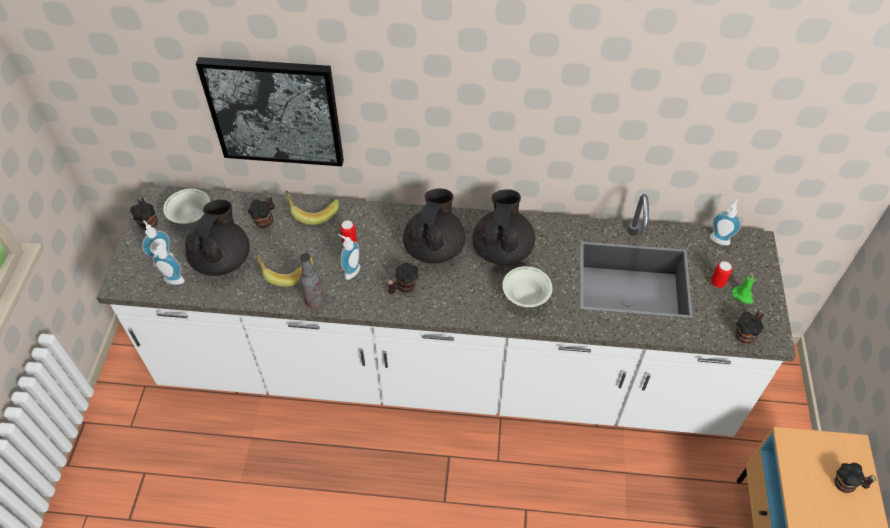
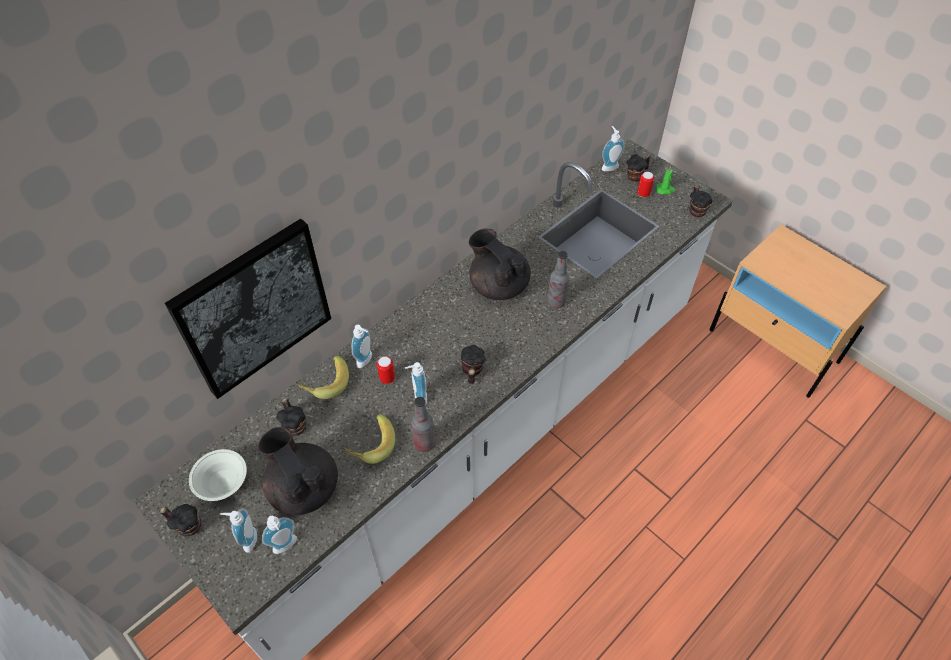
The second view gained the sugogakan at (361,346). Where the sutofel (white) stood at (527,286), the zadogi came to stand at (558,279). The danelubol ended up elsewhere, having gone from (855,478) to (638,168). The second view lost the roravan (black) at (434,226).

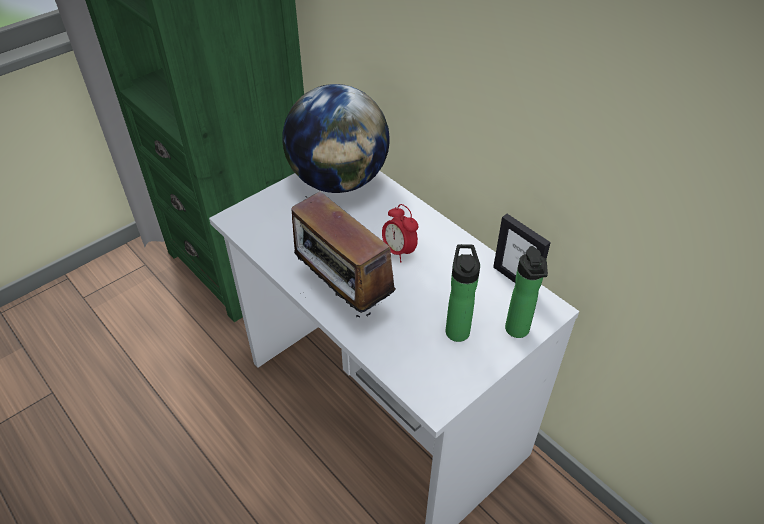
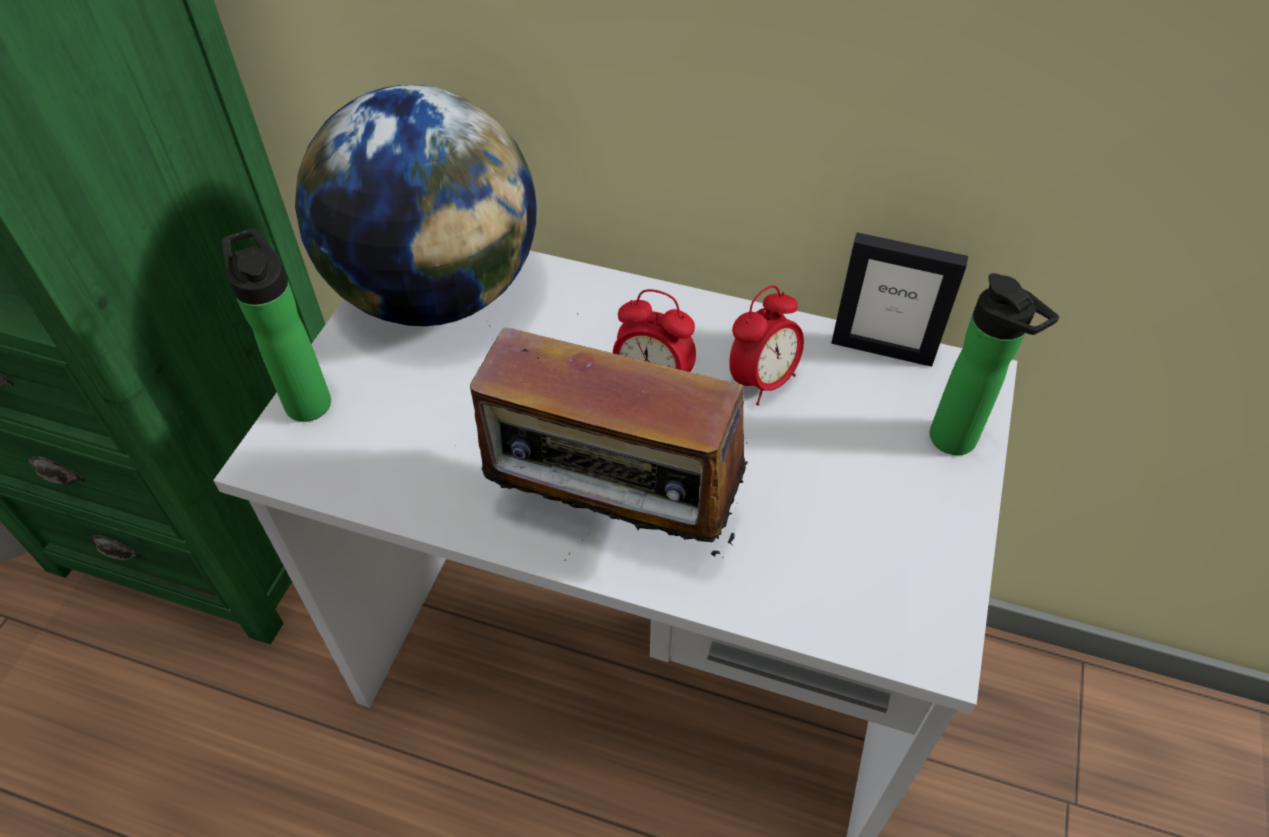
The zadogi ended up elsewhere, having gone from (463,293) to (276,325). The second view gained the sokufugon at (766,345).

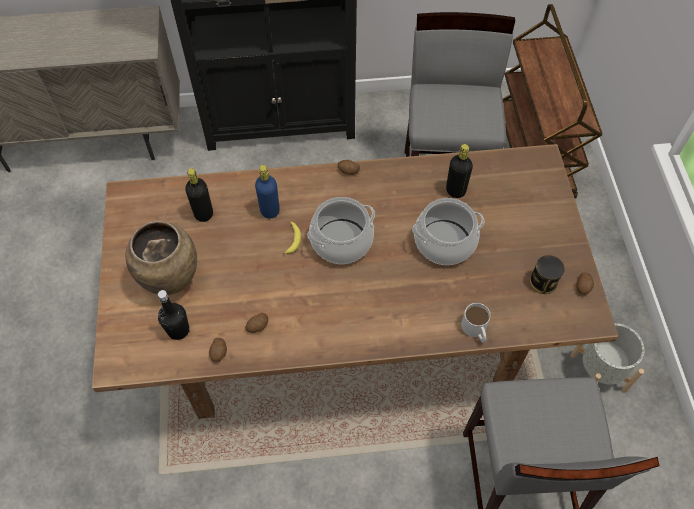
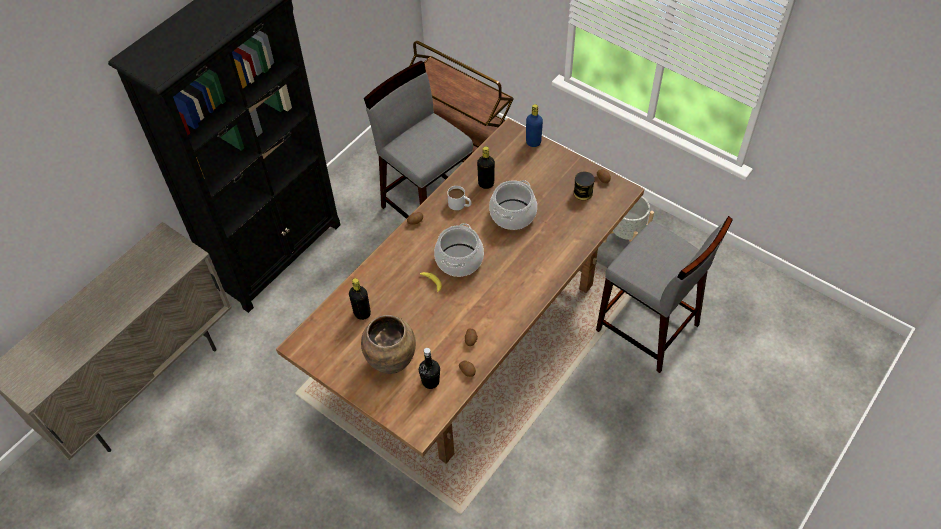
The danelubol (white) ended up elsewhere, having gone from (476,323) to (459,198). The zadogi (blue) ended up elsewhere, having gone from (267,192) to (534,125).

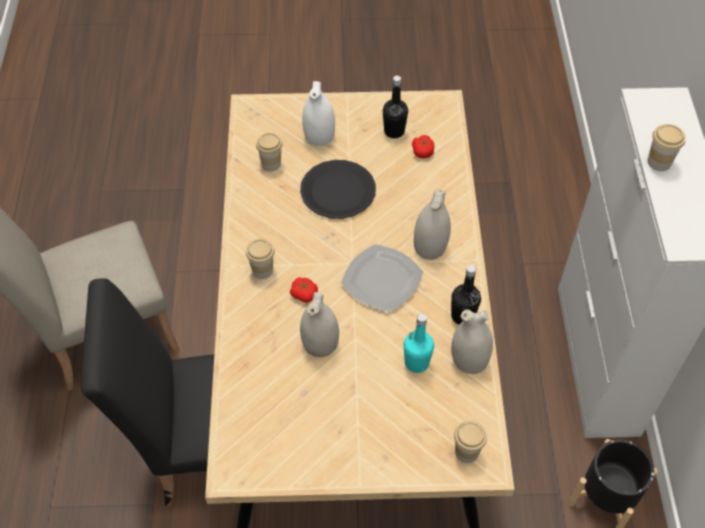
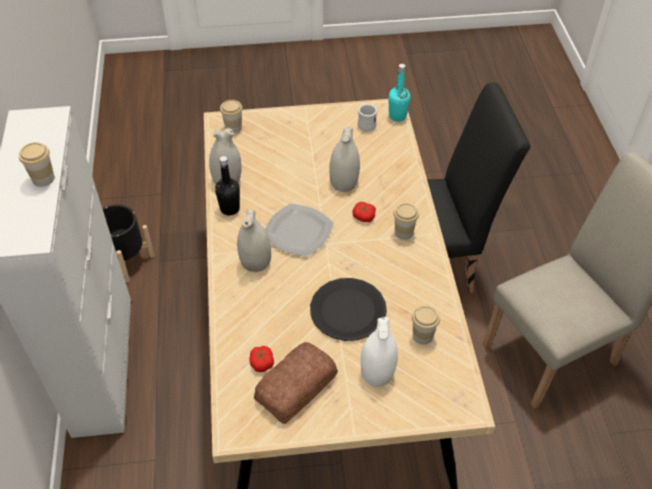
Where the zadogi (black) stood at (395,107), the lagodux came to stand at (296,383). The second view gained the danelubol (white) at (367,117). The zadogi (turquoise) ended up elsewhere, having gone from (419,343) to (399,93).

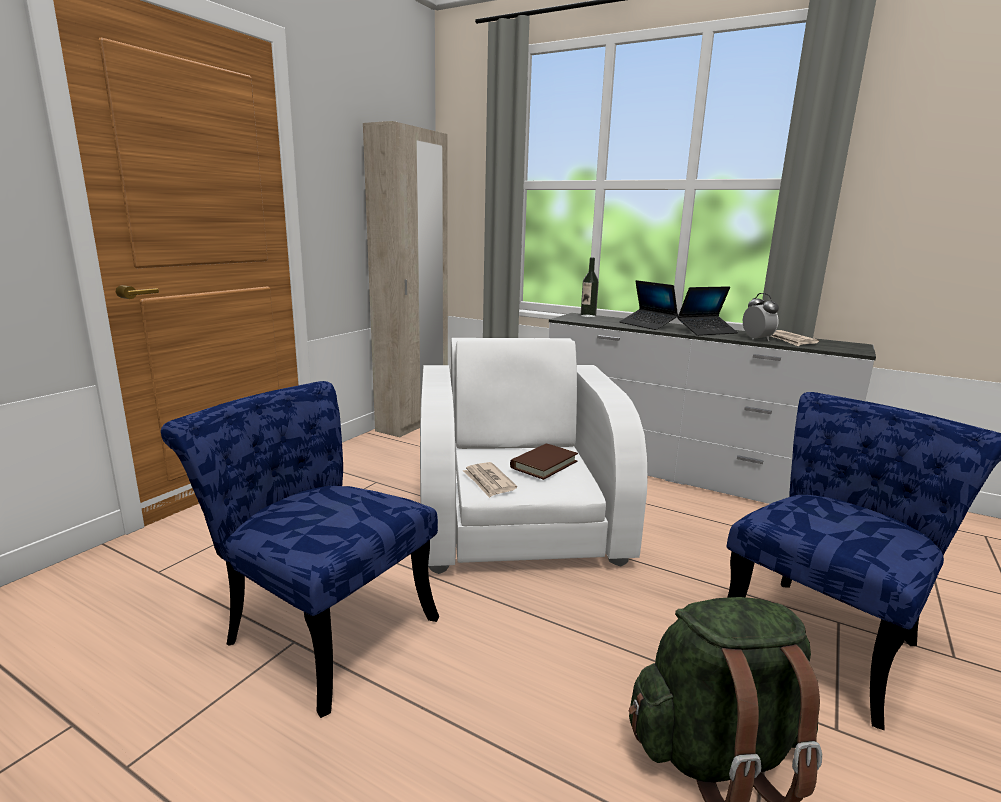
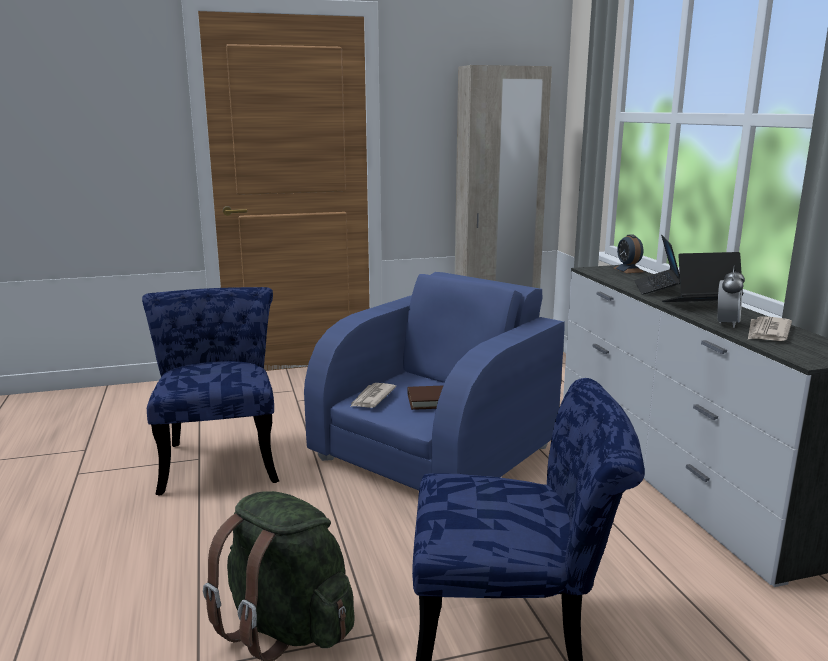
What was the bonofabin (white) at (534,456) turned into the bonofabin (blue) at (434,381). Where the zadogi stood at (590,287), the sokufugon came to stand at (629,253). The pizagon at (707,311) ended up facing another way, 150 degrees clockwise from before.

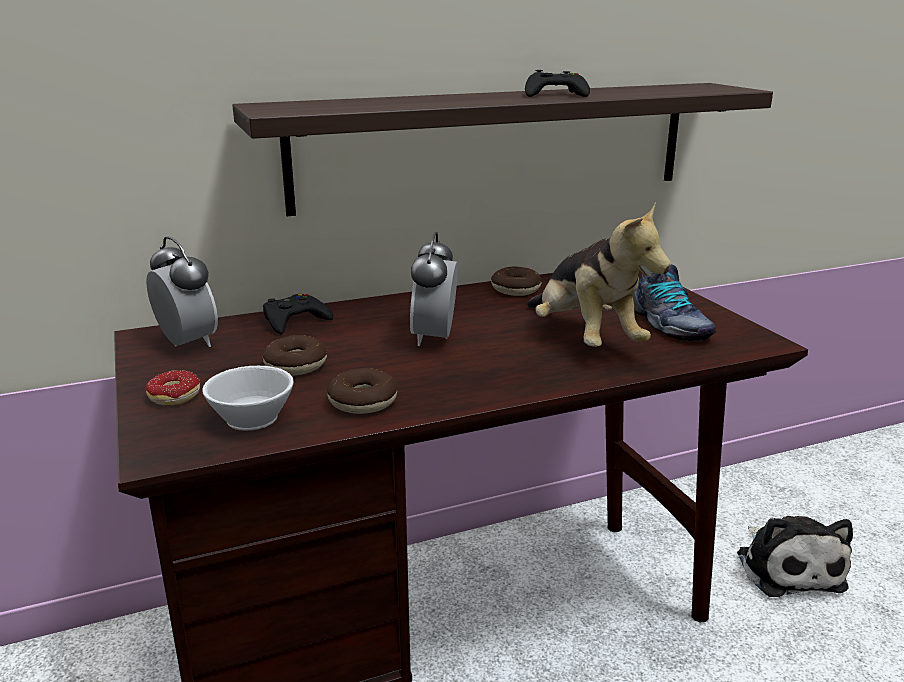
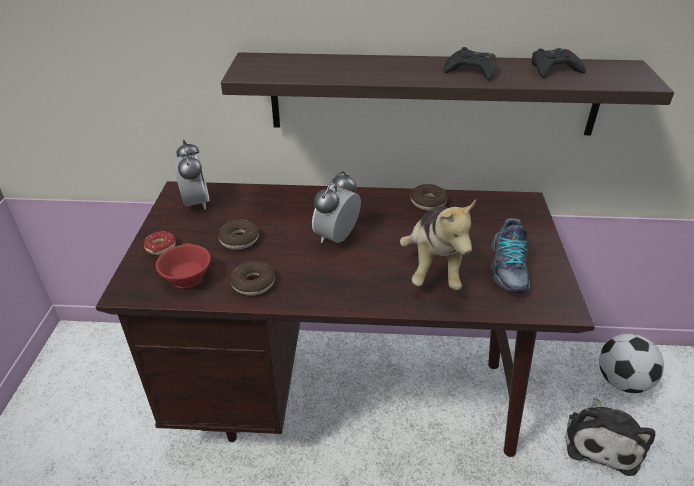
What was the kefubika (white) at (248,398) turned into the kefubika (red) at (183,265). The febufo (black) ended up elsewhere, having gone from (298,314) to (558,63). The second view gained the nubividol at (631,363).

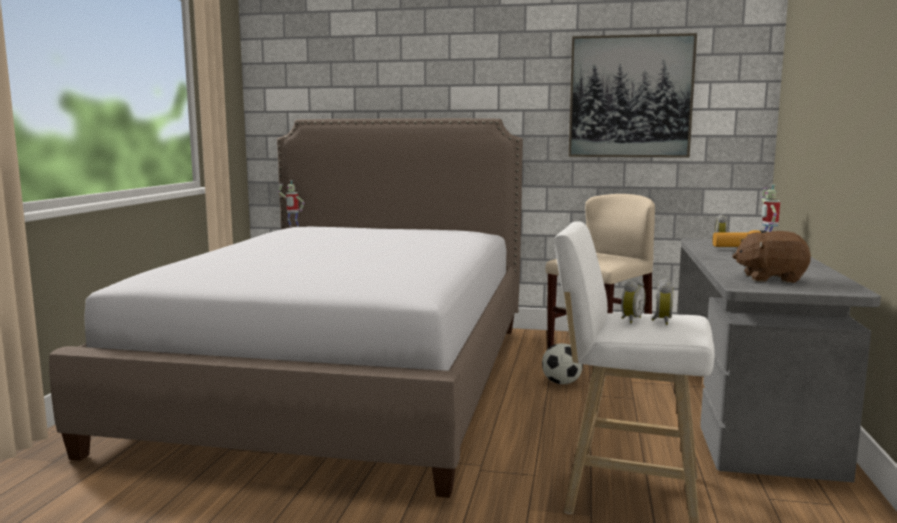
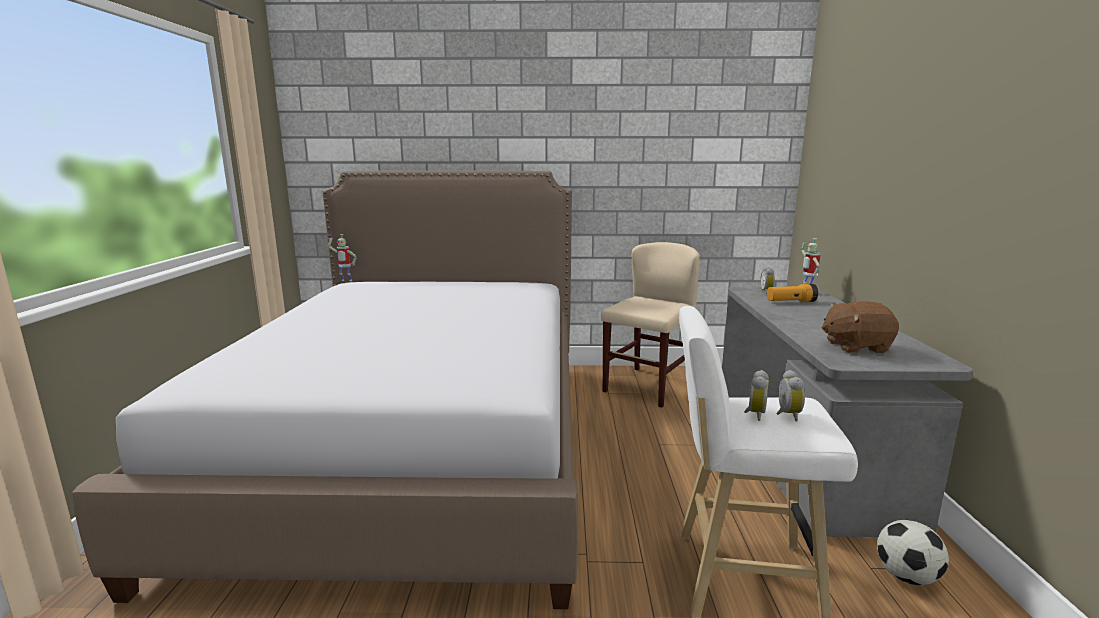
The nubividol ended up elsewhere, having gone from (562,363) to (913,552). The second view lost the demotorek at (633,95).

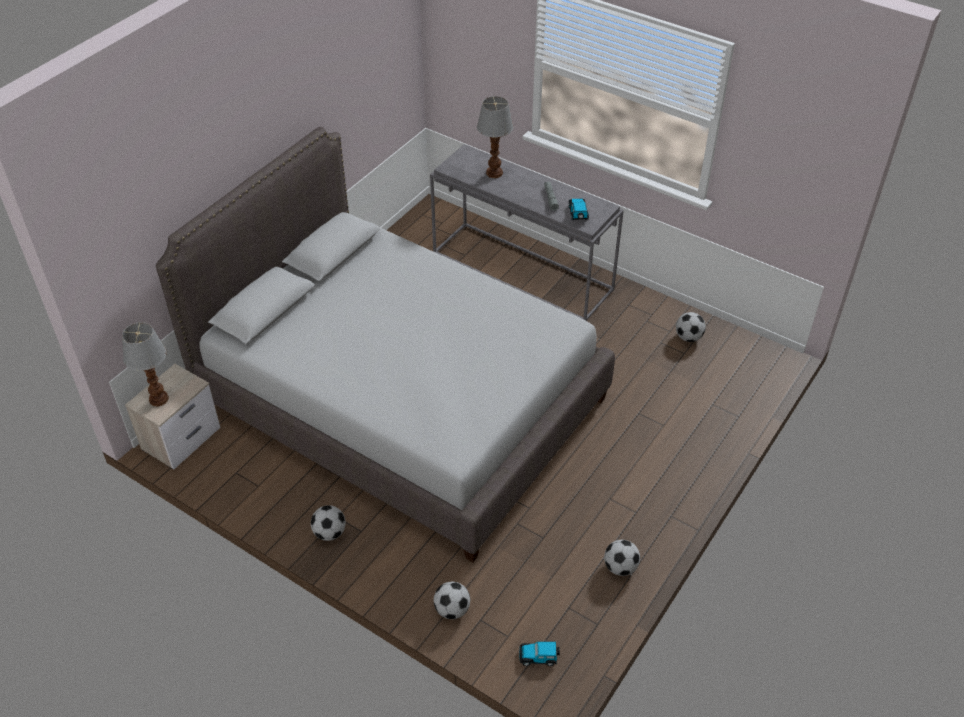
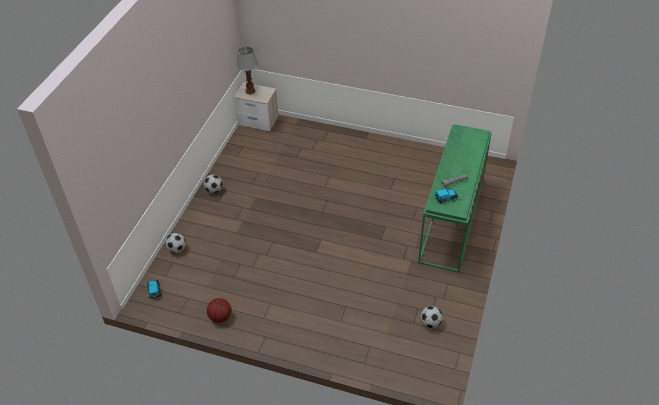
Where the nubividol stood at (622,558), the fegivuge came to stand at (219,310). What was the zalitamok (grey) at (527,232) turned into the zalitamok (green) at (455,198). The second view lost the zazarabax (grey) at (385,344). The second view lost the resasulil at (495,137).

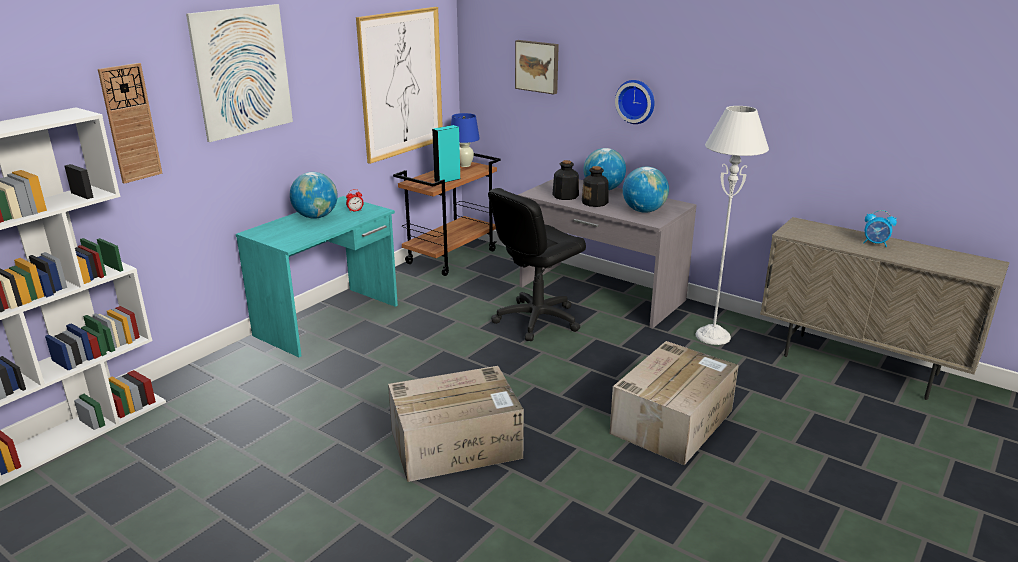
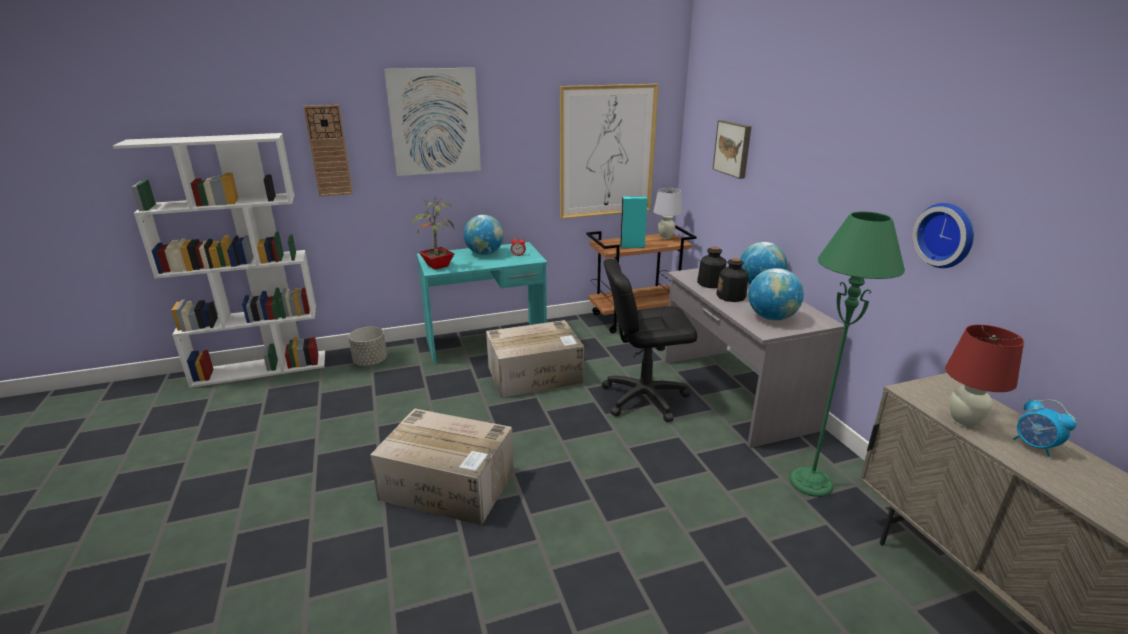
The second view gained the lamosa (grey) at (367,346). The second view gained the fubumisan at (432,233). The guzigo ended up elsewhere, having gone from (674,403) to (535,359). What was the resasulil (blue) at (465,140) turned into the resasulil (white) at (668,213). What was the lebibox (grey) at (732,225) turned into the lebibox (green) at (847,354). The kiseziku ended up elsewhere, having gone from (634,102) to (943,235). The second view gained the resasulil (red) at (984,376).

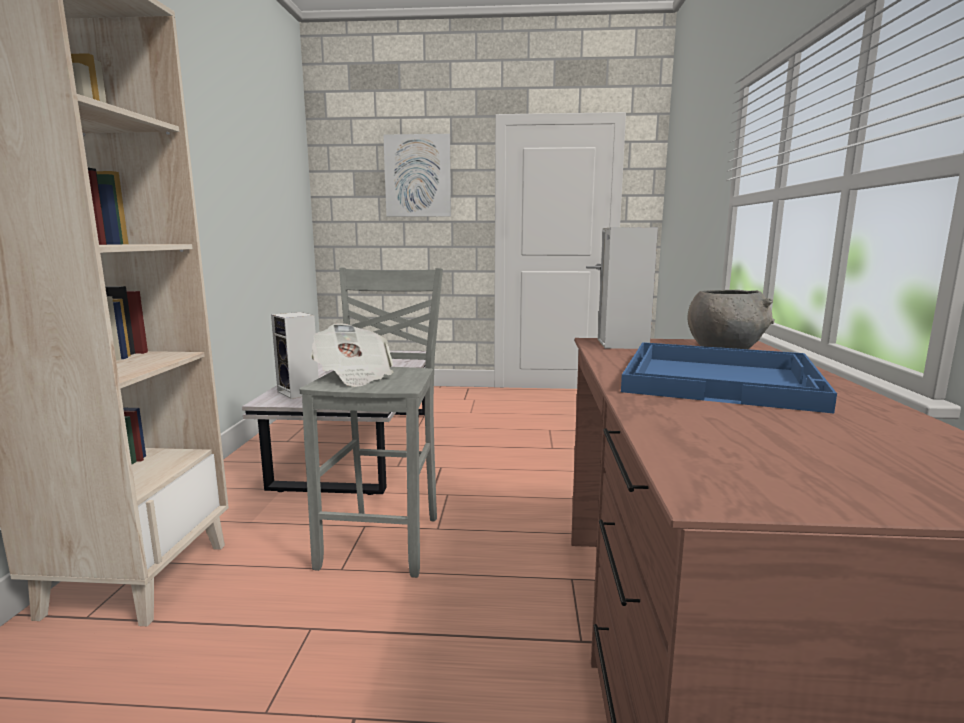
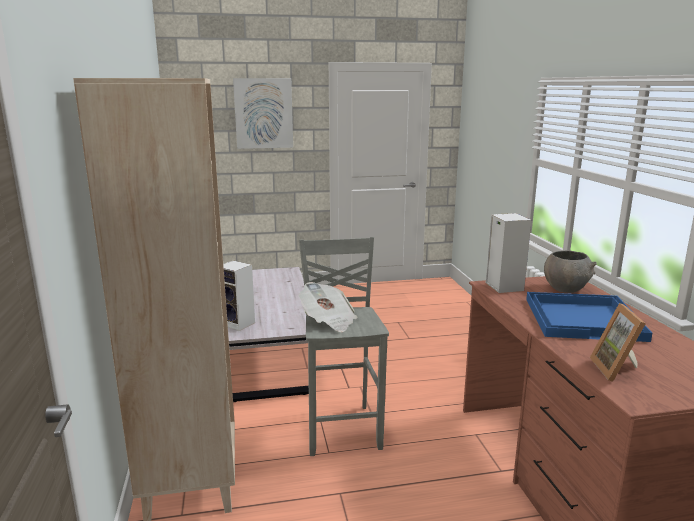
The second view gained the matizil at (618,342).

